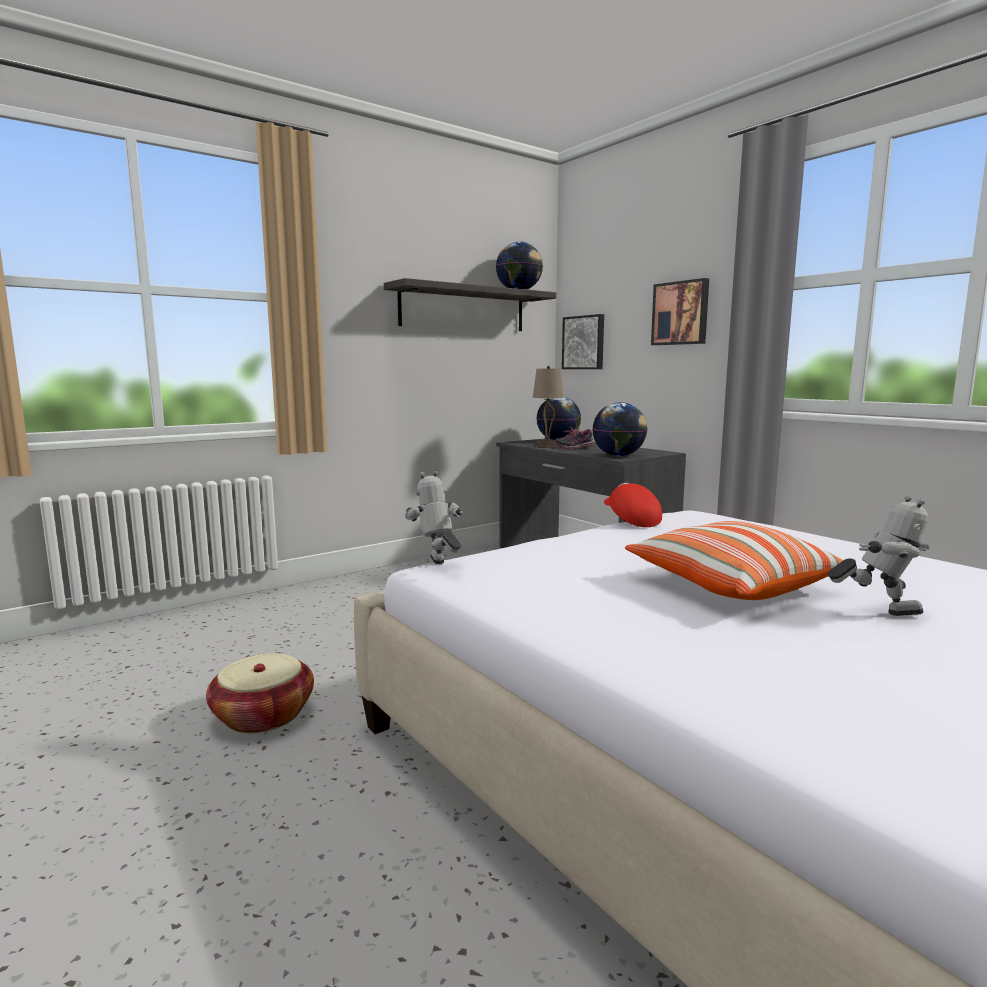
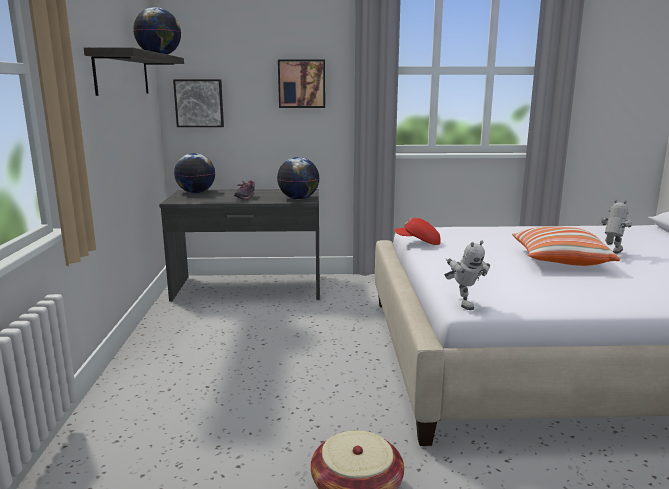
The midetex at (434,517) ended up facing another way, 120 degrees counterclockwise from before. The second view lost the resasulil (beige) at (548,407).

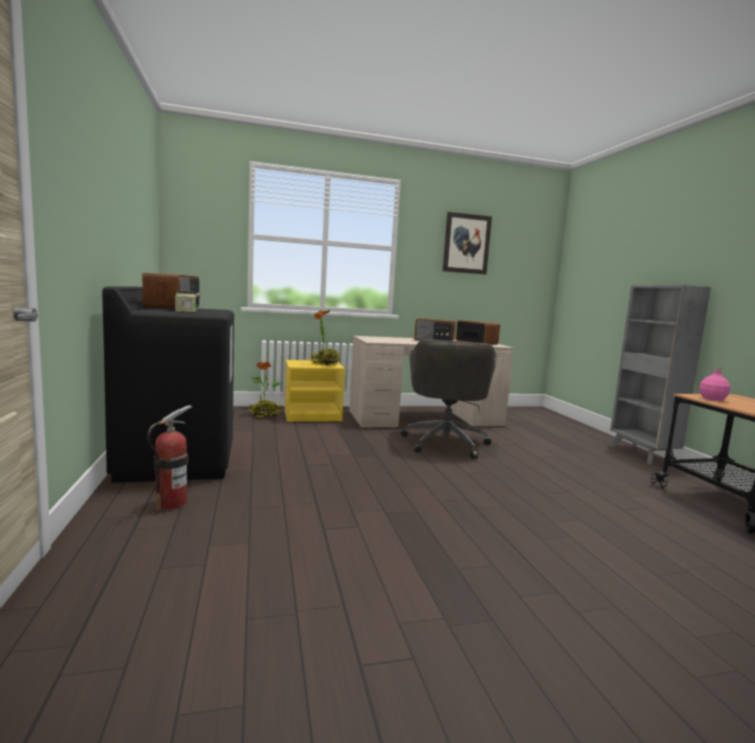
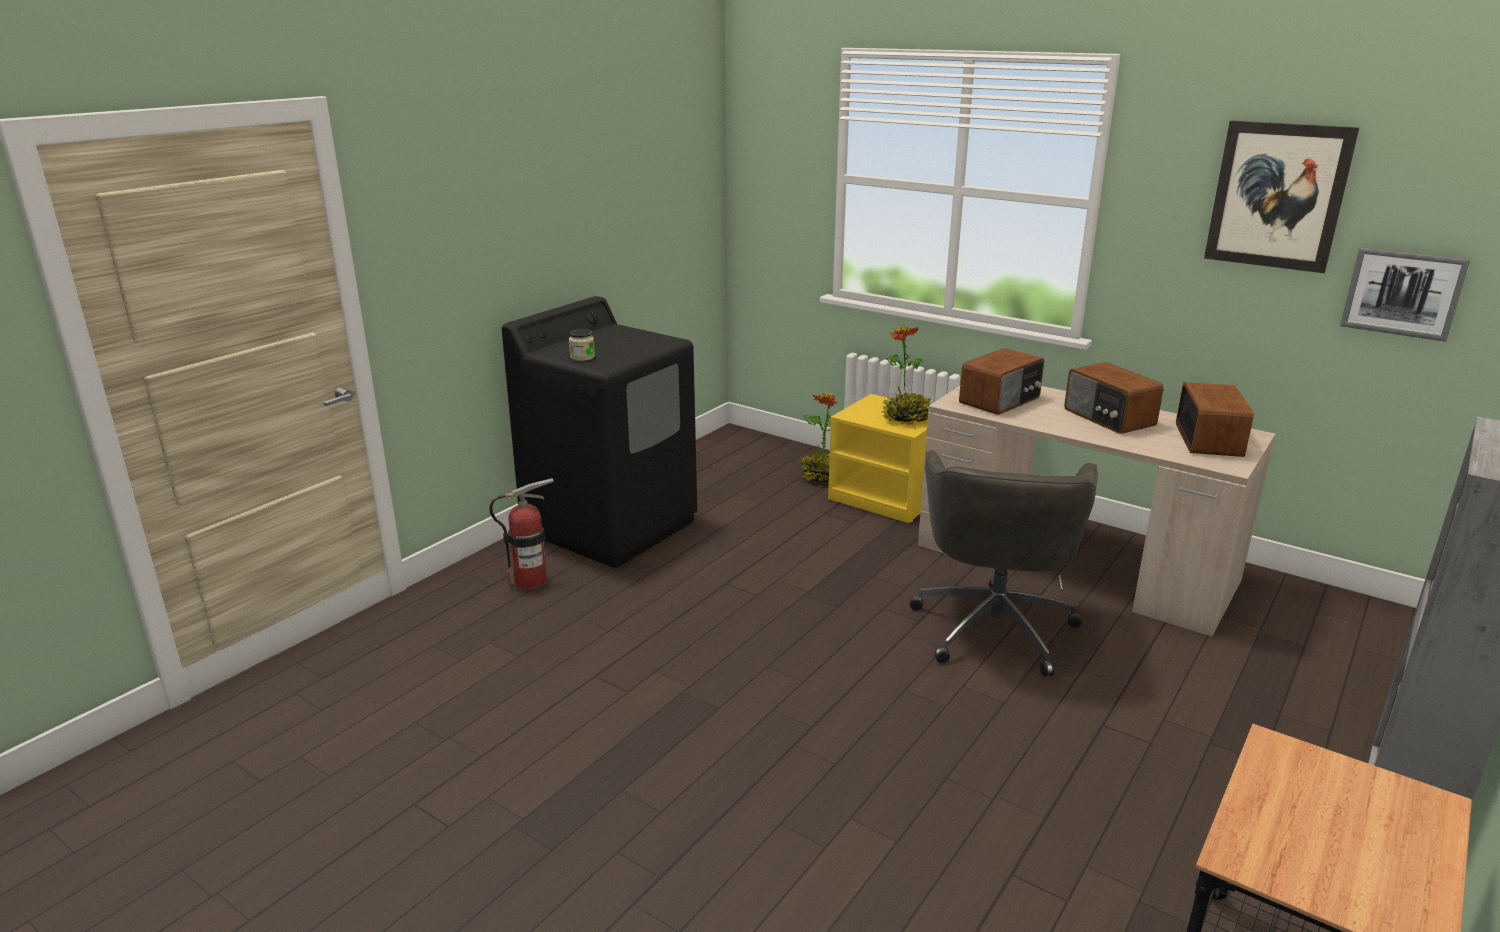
The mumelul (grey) at (448,399) ended up facing another way, 45 degrees counterclockwise from before. The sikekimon ended up elsewhere, having gone from (171,291) to (1001,381). The second view gained the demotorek at (1405,294). The second view lost the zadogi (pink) at (714,384).

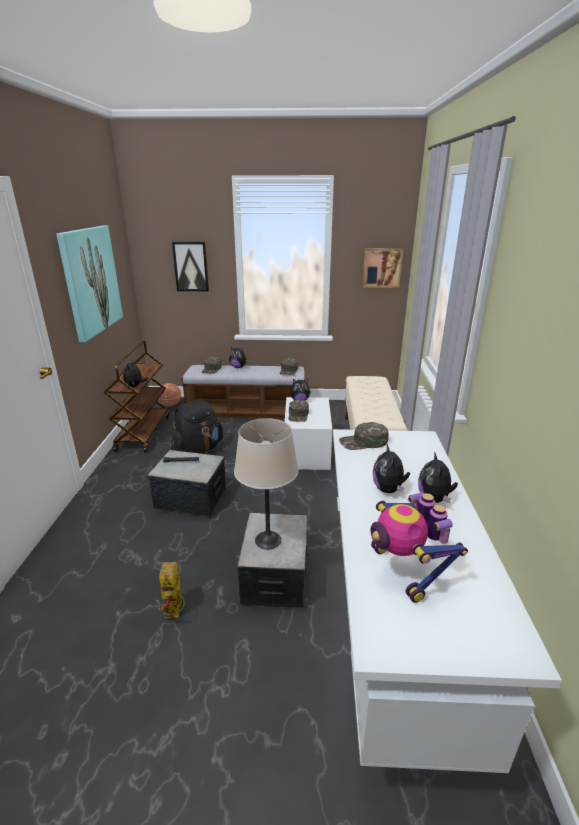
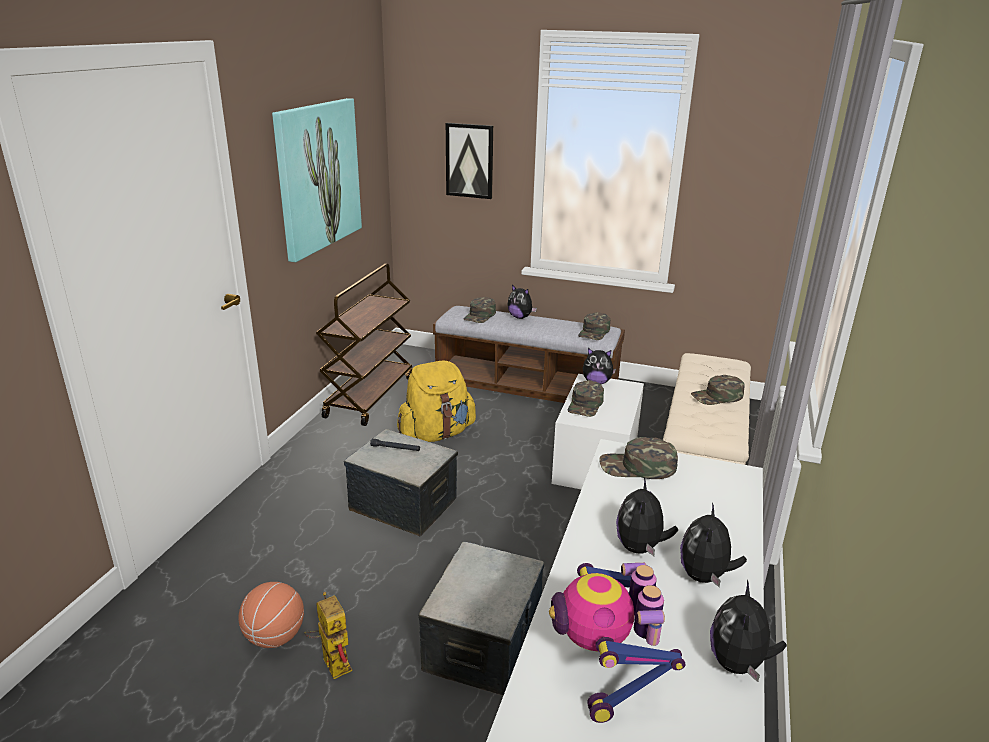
The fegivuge ended up elsewhere, having gone from (169,394) to (271,615). The midetex at (170,590) ended up facing another way, 135 degrees clockwise from before. What was the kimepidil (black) at (197,427) turned into the kimepidil (yellow) at (436,401). The second view gained the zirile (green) at (718,390). The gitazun ended up elsewhere, having gone from (135,373) to (748,631). The second view lost the resasulil (beige) at (266,484). The second view lost the demotorek at (382,268).

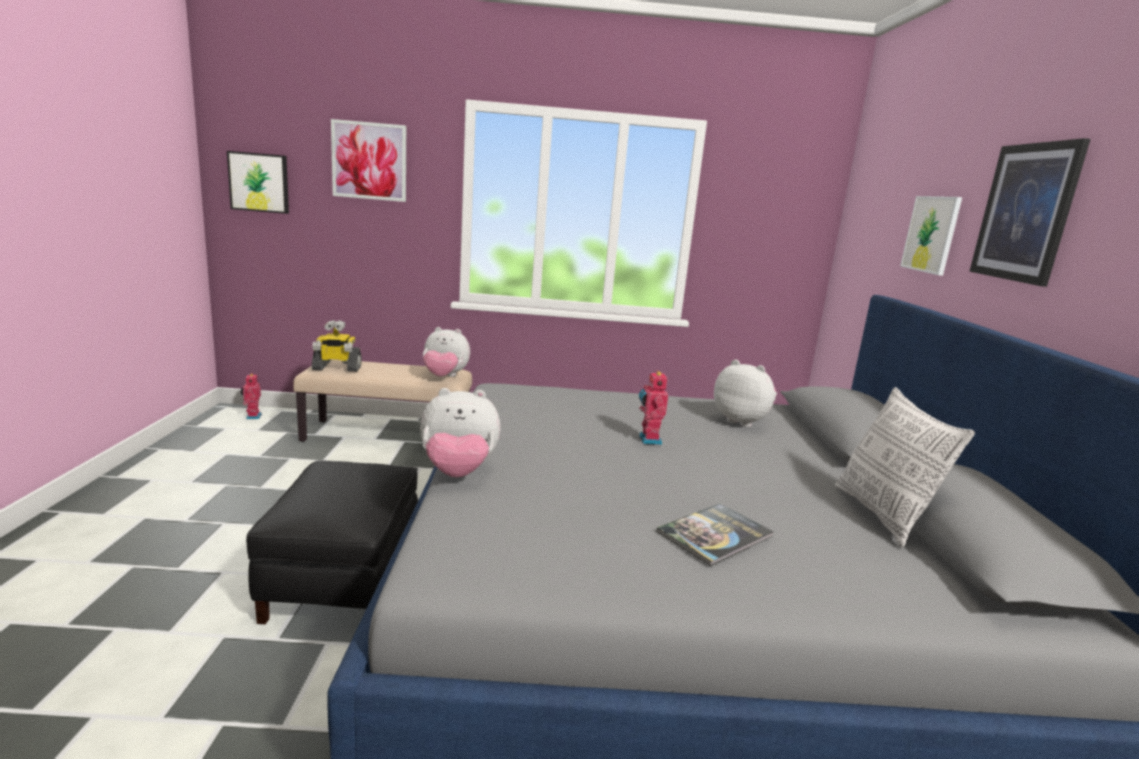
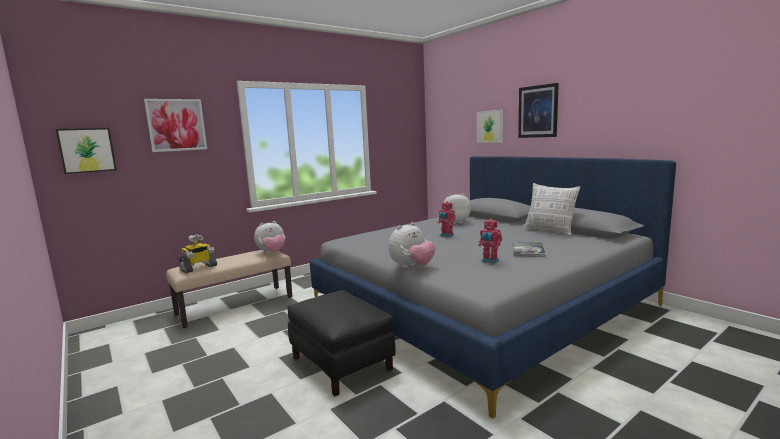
The midetex ended up elsewhere, having gone from (251,396) to (490,241).

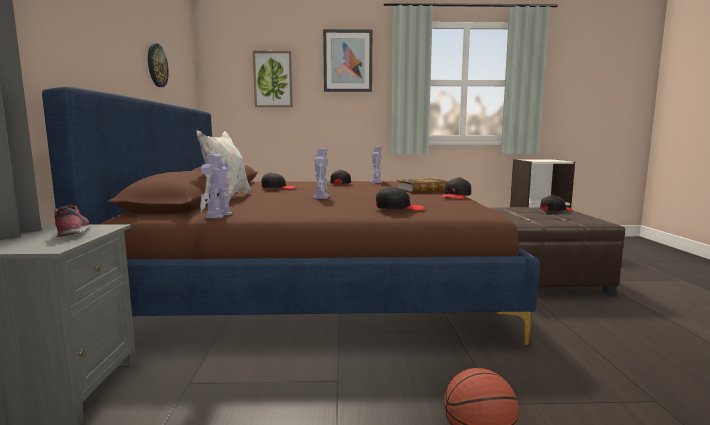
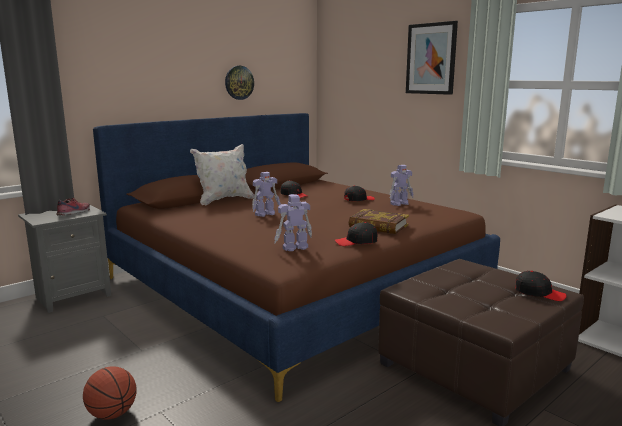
The midetex ended up elsewhere, having gone from (216,186) to (293,222). The second view lost the demotorek at (273,79). The second view lost the zirile (black) at (400,198).

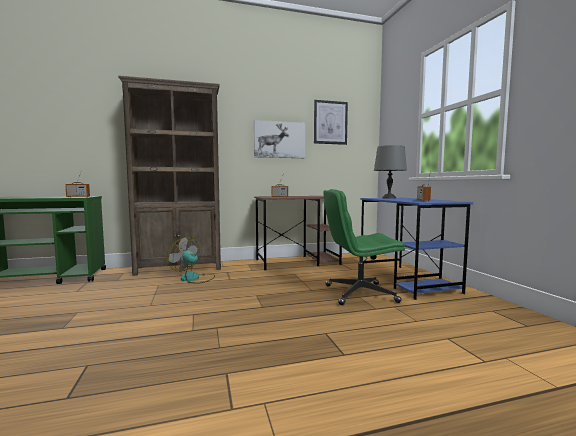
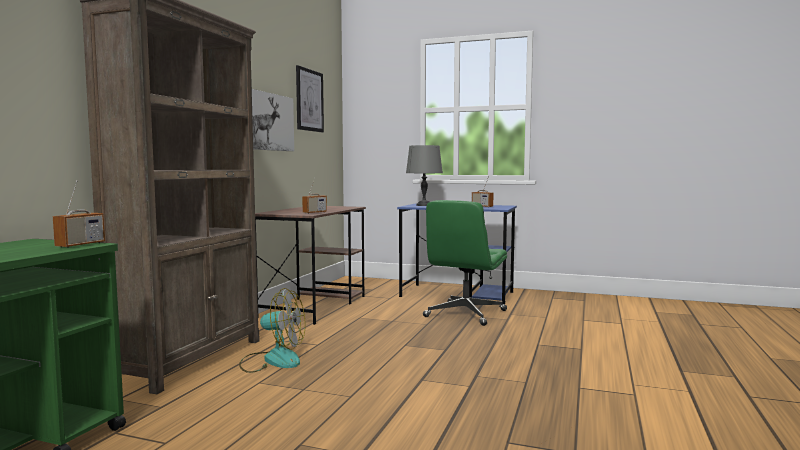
The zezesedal at (191,260) ended up facing another way, 150 degrees counterclockwise from before.

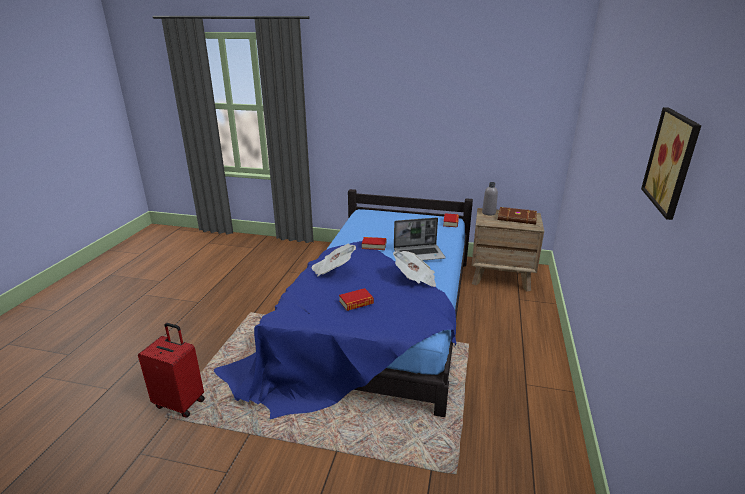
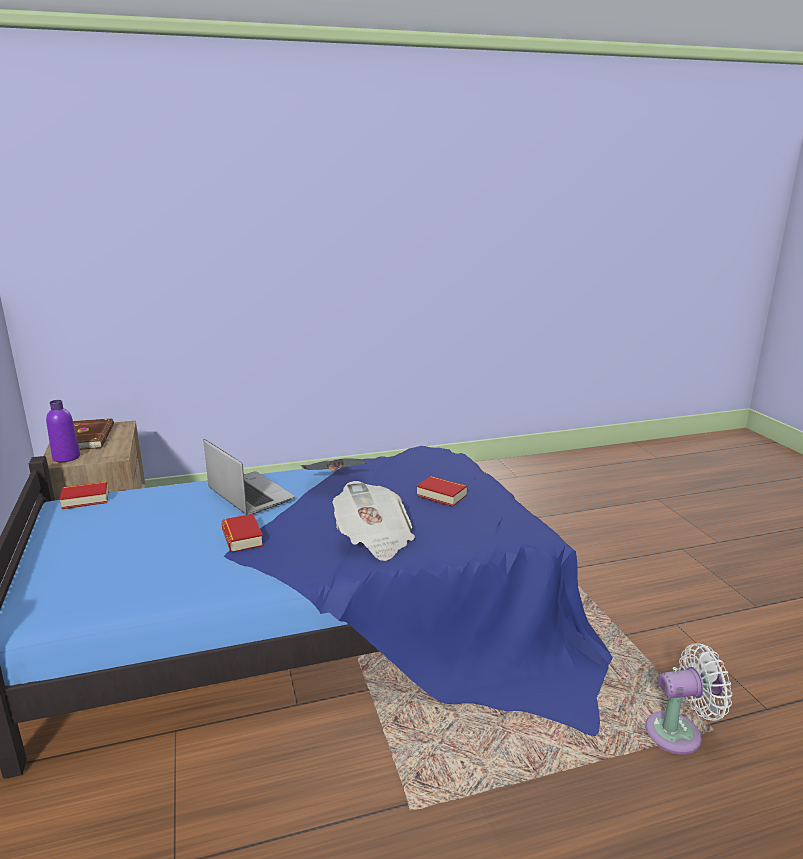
What was the zadogi (grey) at (490,198) turned into the zadogi (purple) at (63,431). Where the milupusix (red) stood at (171,370), the zezesedal (white) came to stand at (688,699). The second view lost the demotorek at (671,163).

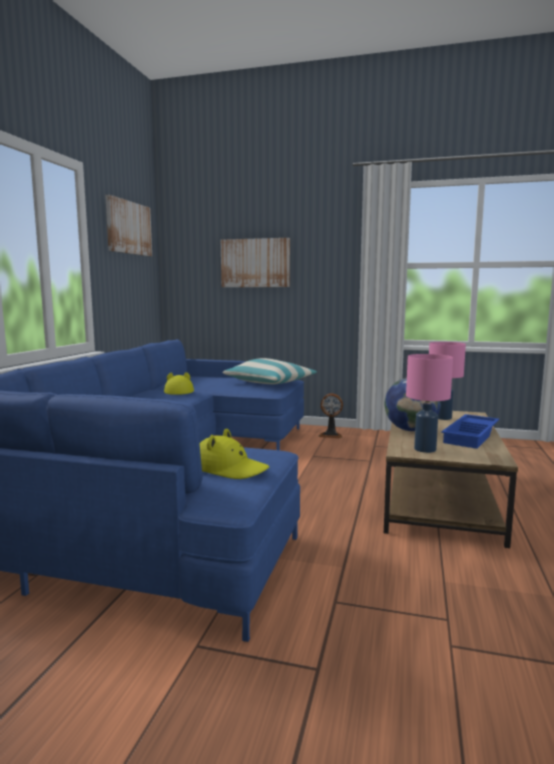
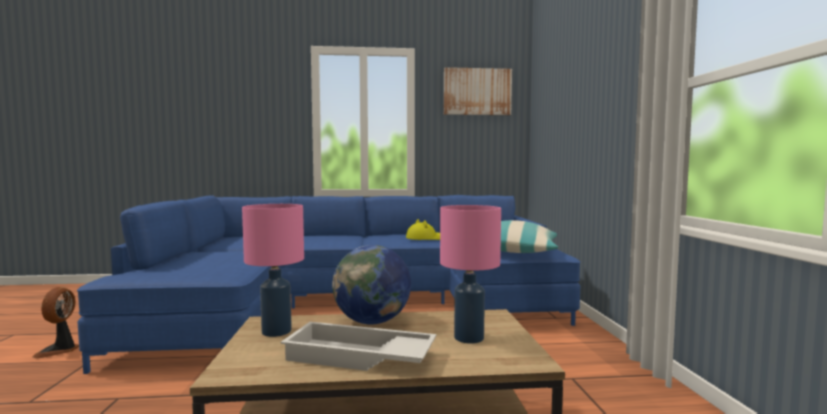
The zezesedal ended up elsewhere, having gone from (330,415) to (55,322). What was the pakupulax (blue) at (470,431) turned into the pakupulax (white) at (358,346). The second view lost the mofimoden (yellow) at (234,453). The second view lost the demotorek at (255,262).

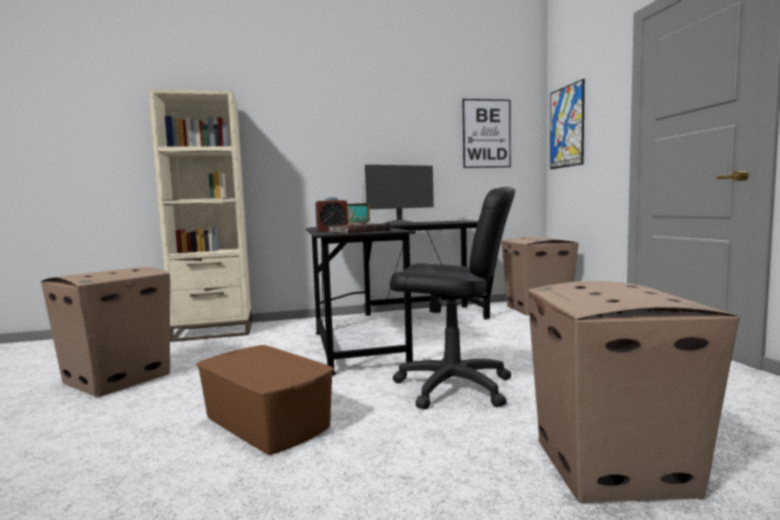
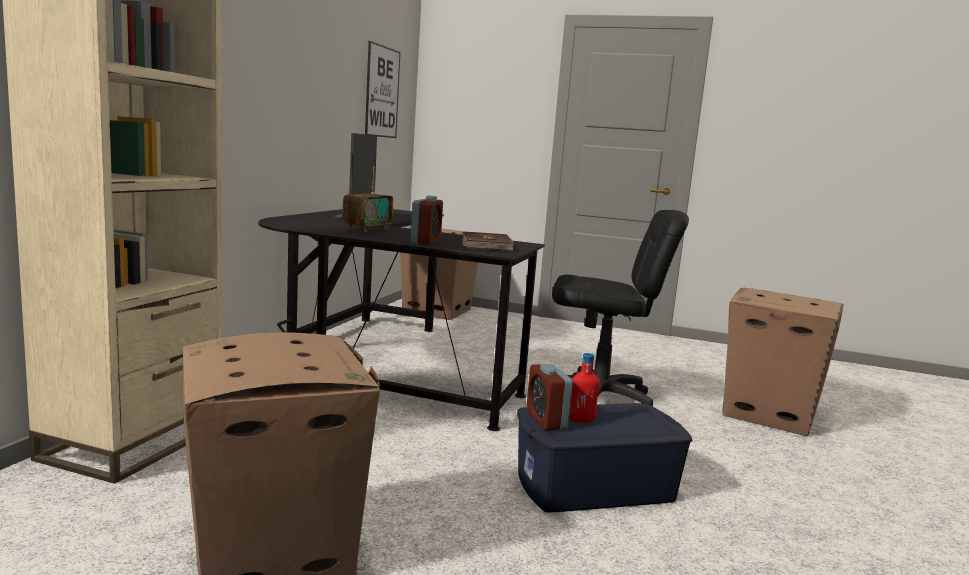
What was the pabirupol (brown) at (265,400) turned into the pabirupol (blue) at (604,458). The second view gained the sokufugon at (549,397). The mumelul (black) at (452,298) ended up facing another way, 45 degrees clockwise from before. The second view gained the zadogi (red) at (584,388). The second view lost the demotorek at (567,124).

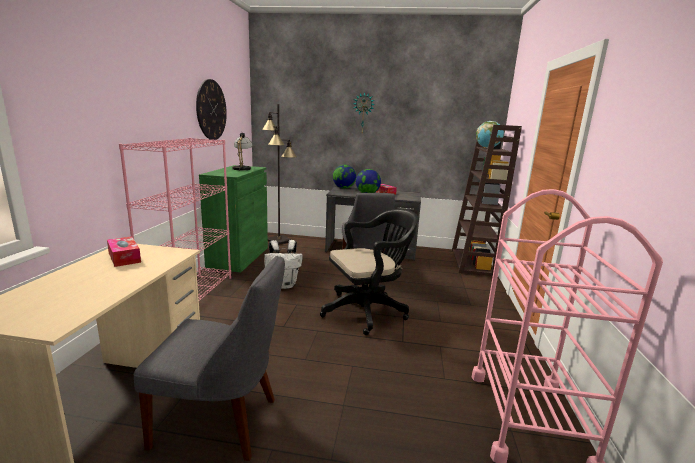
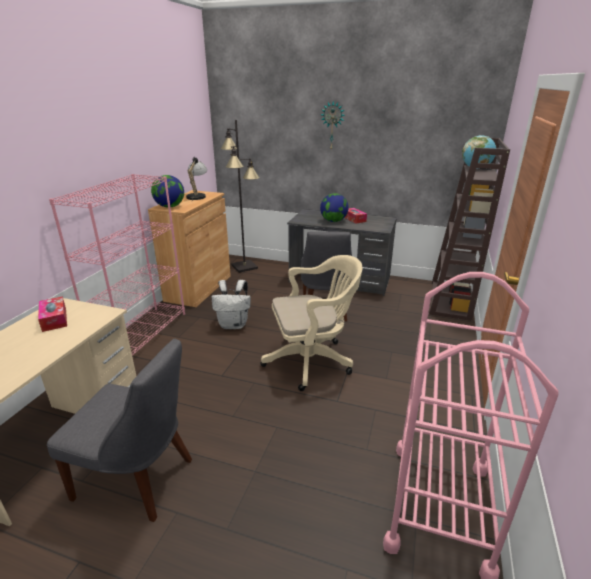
What was the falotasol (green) at (233,219) turned into the falotasol (brown) at (189,248). The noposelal ended up elsewhere, having gone from (344,177) to (167,191). What was the mumelul (black) at (369,272) turned into the mumelul (beige) at (311,323). The second view lost the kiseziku at (211,109).

